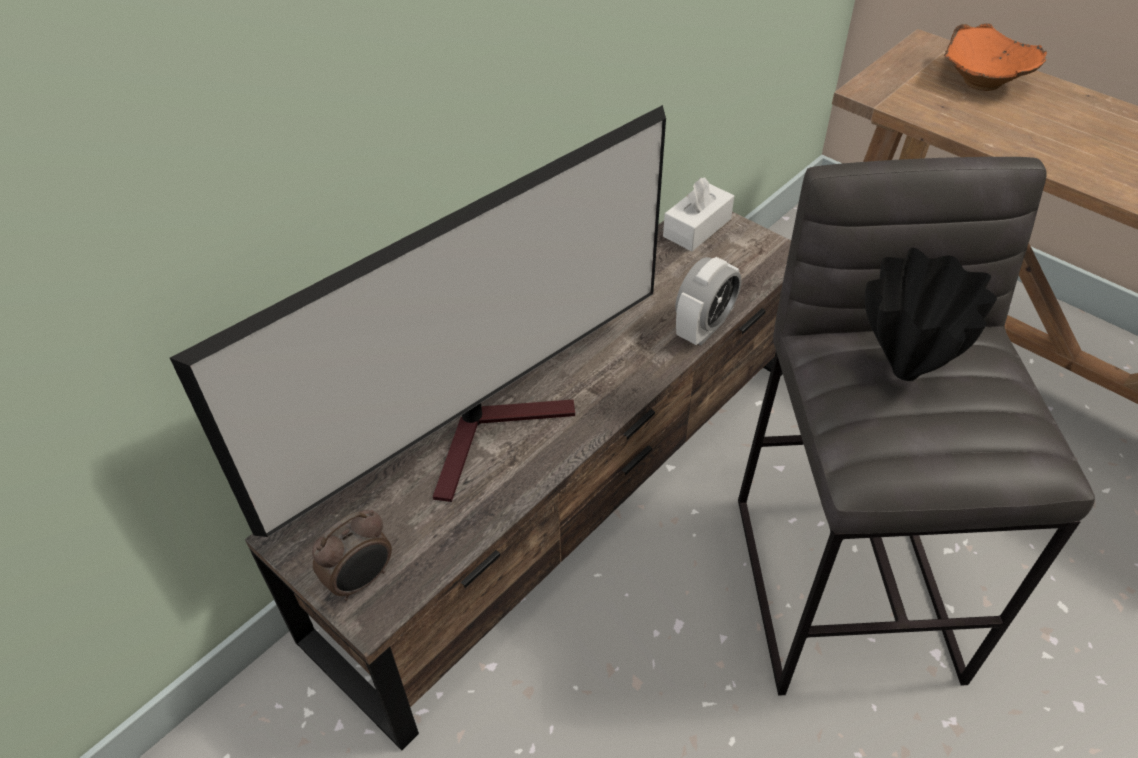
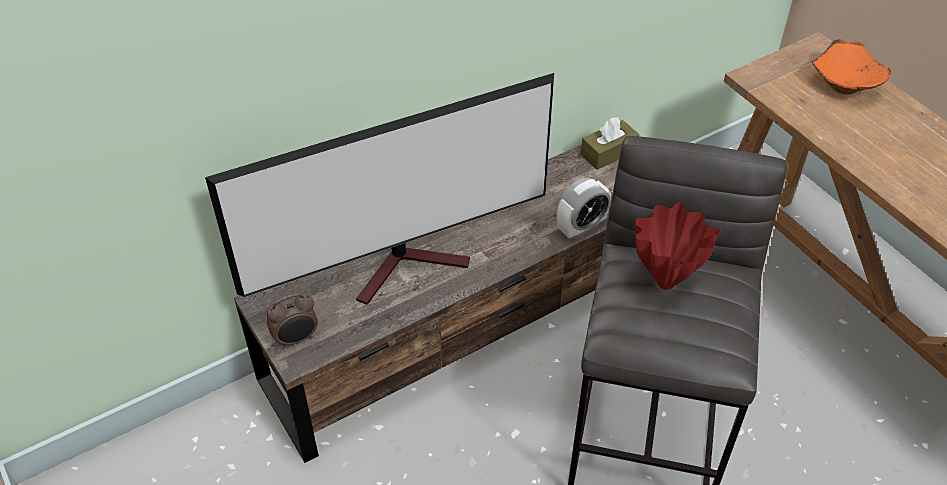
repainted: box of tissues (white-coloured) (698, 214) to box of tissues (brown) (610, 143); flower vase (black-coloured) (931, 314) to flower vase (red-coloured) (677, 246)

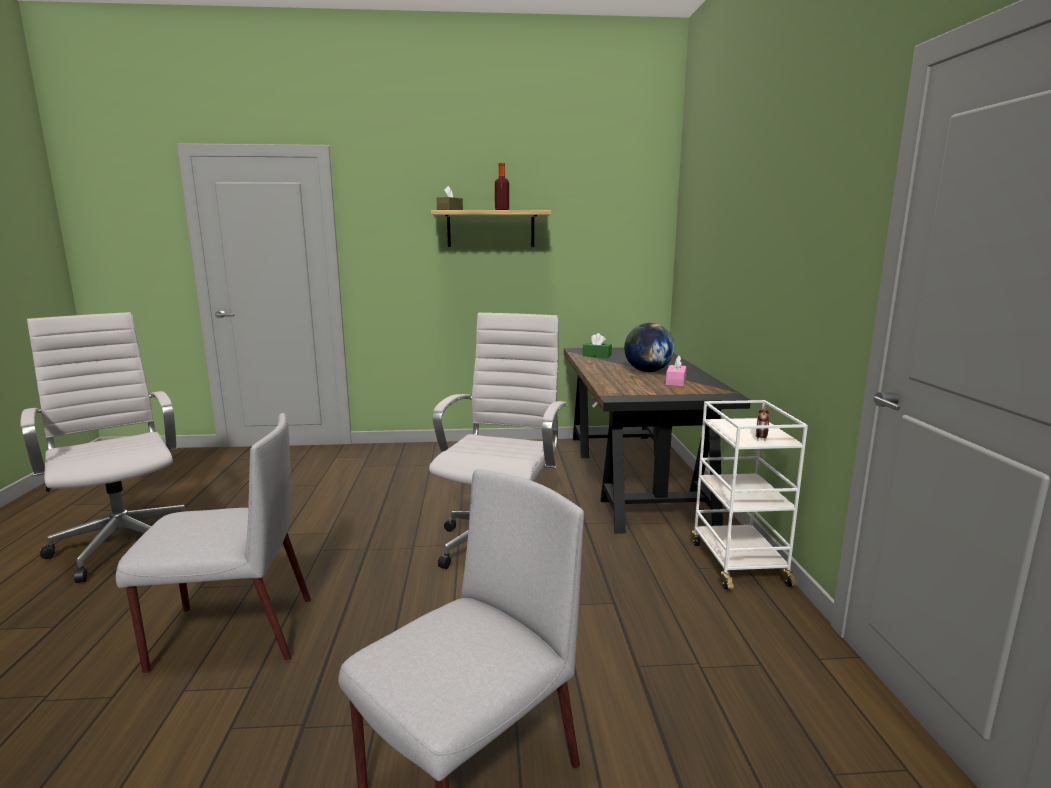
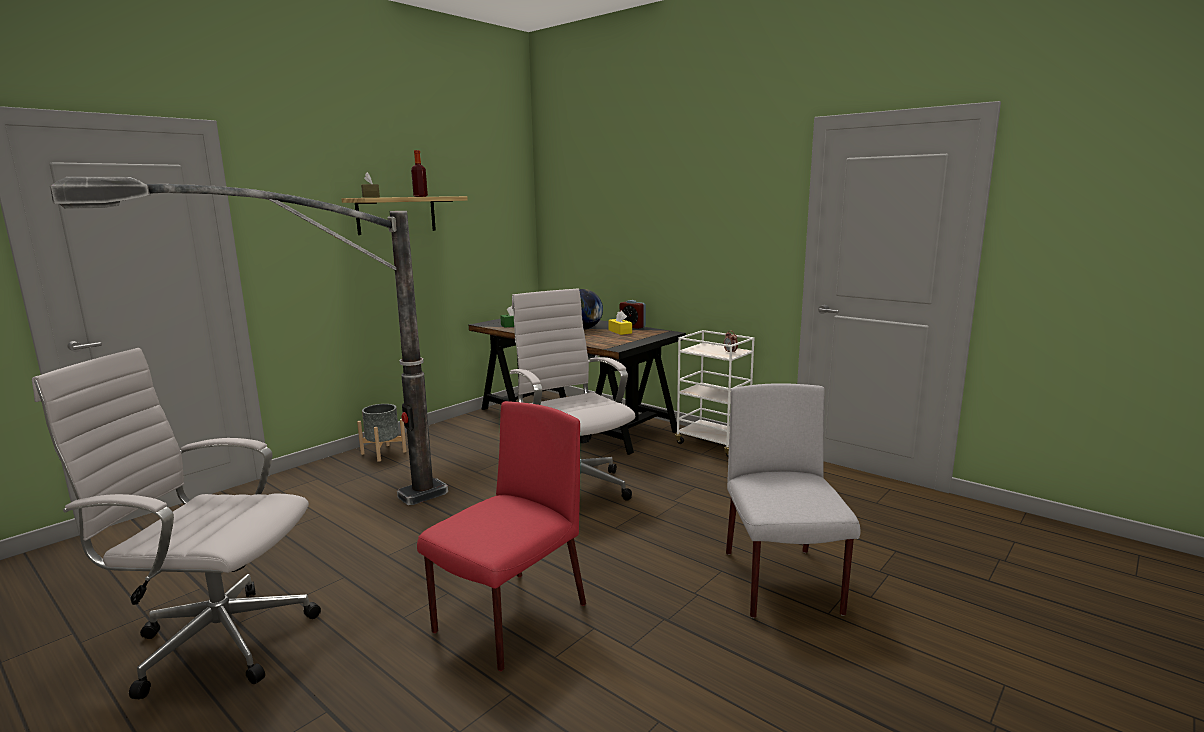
new: standing lamp (249, 341); alarm clock (633, 314); flower pot (gray) (382, 433)
repainted: box of tissues (pink) (676, 371) to box of tissues (yellow) (620, 323); chair (gray) (213, 543) to chair (red-coloured) (501, 536)

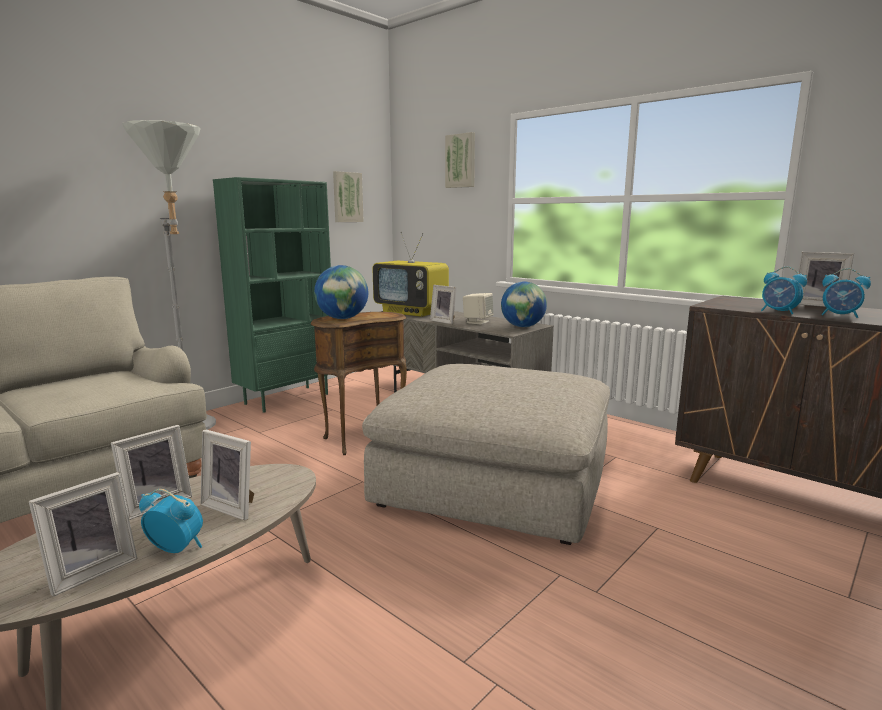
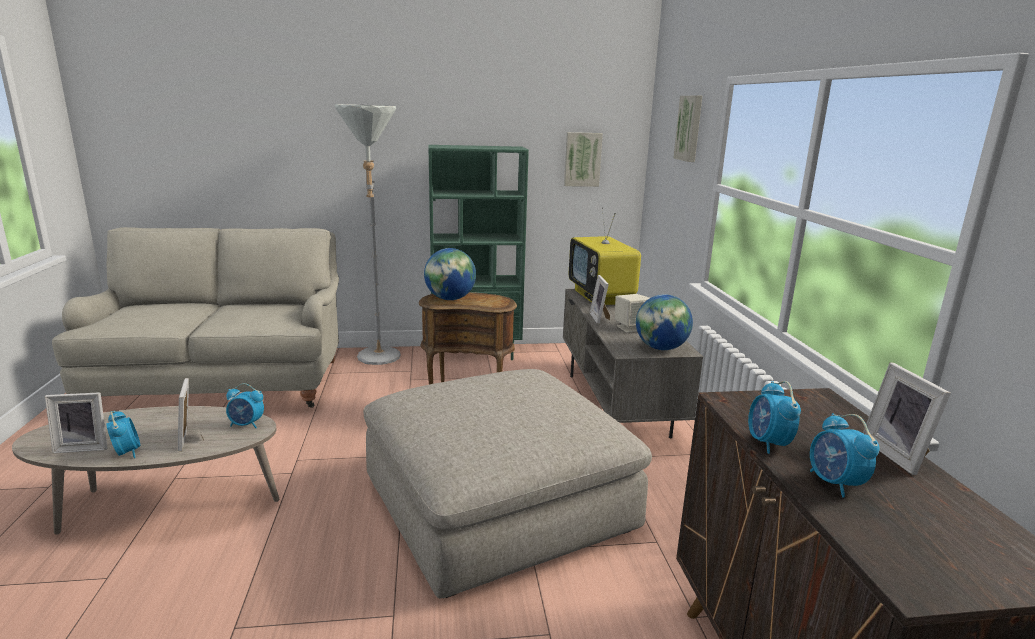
gone: picture frame (151, 472)
new: alarm clock (245, 405)

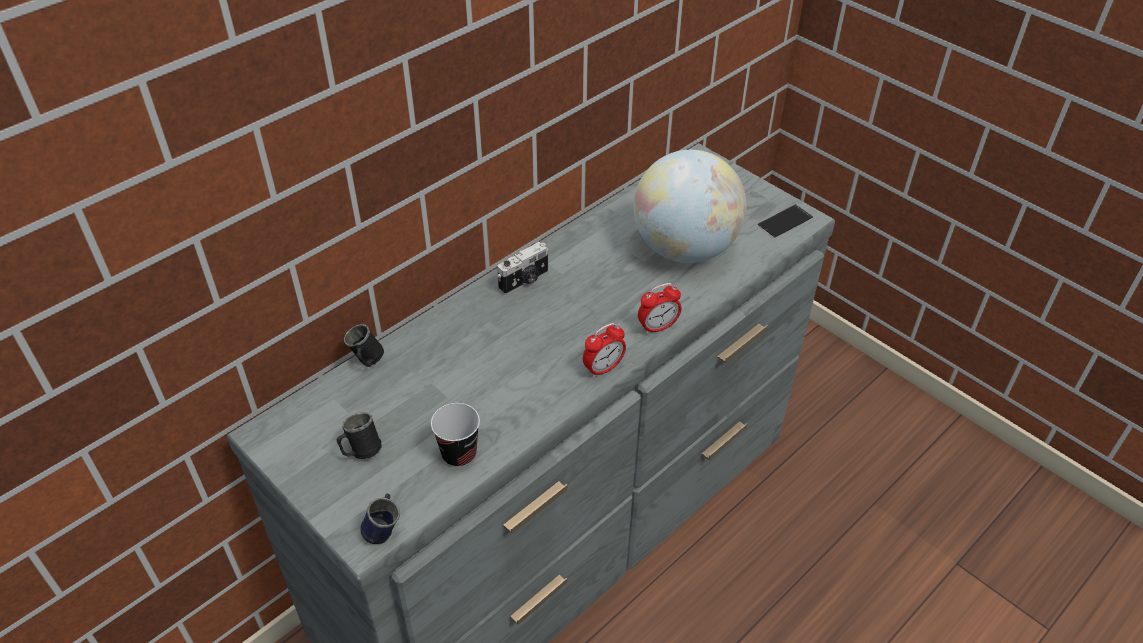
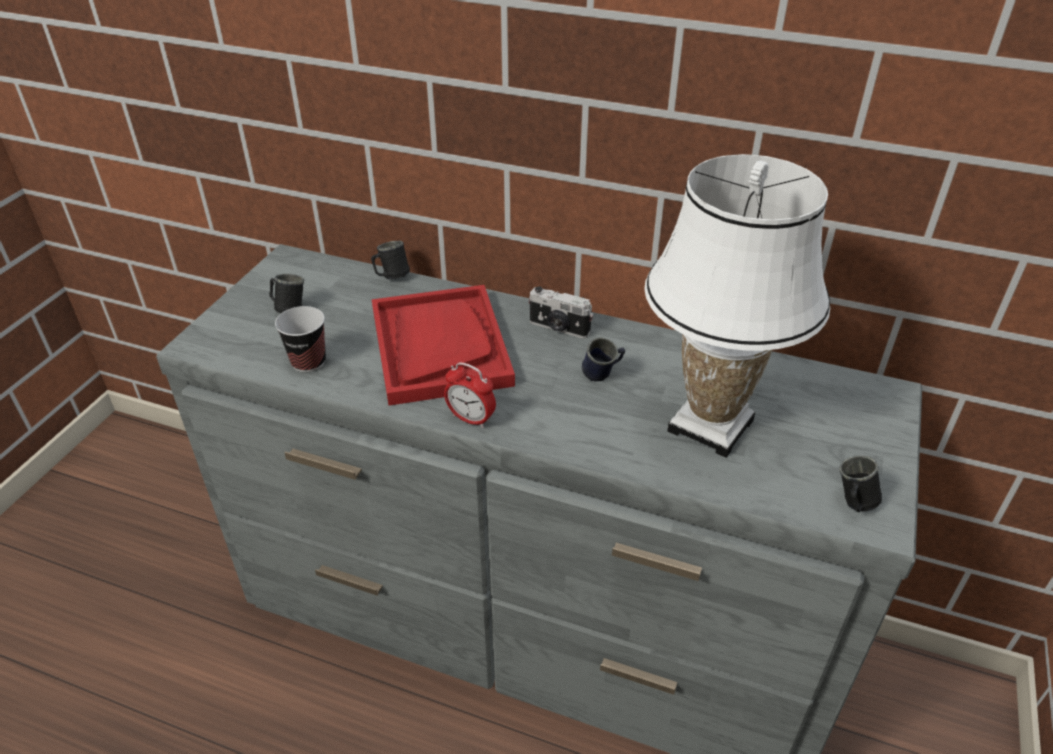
gone: alarm clock (659, 308)
new: carrying tray (red-coloured) (443, 345)
shifted: coffee mug (blue) (380, 519) to (603, 359)
swapped: desk globe (689, 206) to table lamp (white-coloured) (737, 306); telephone (785, 220) to coffee mug (black-coloured) (860, 483)

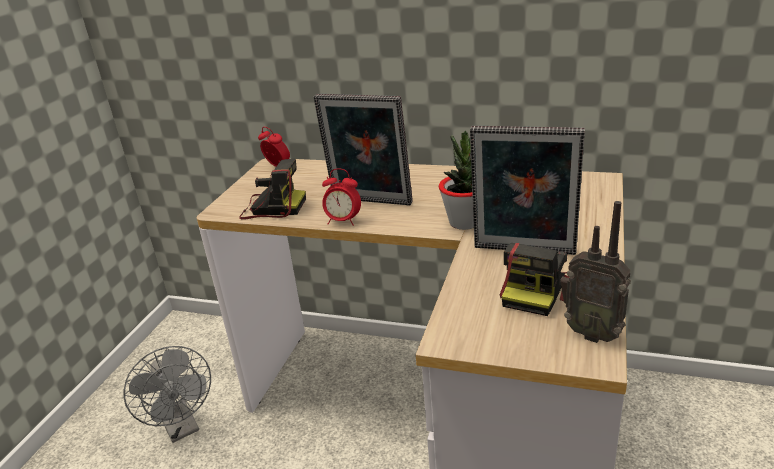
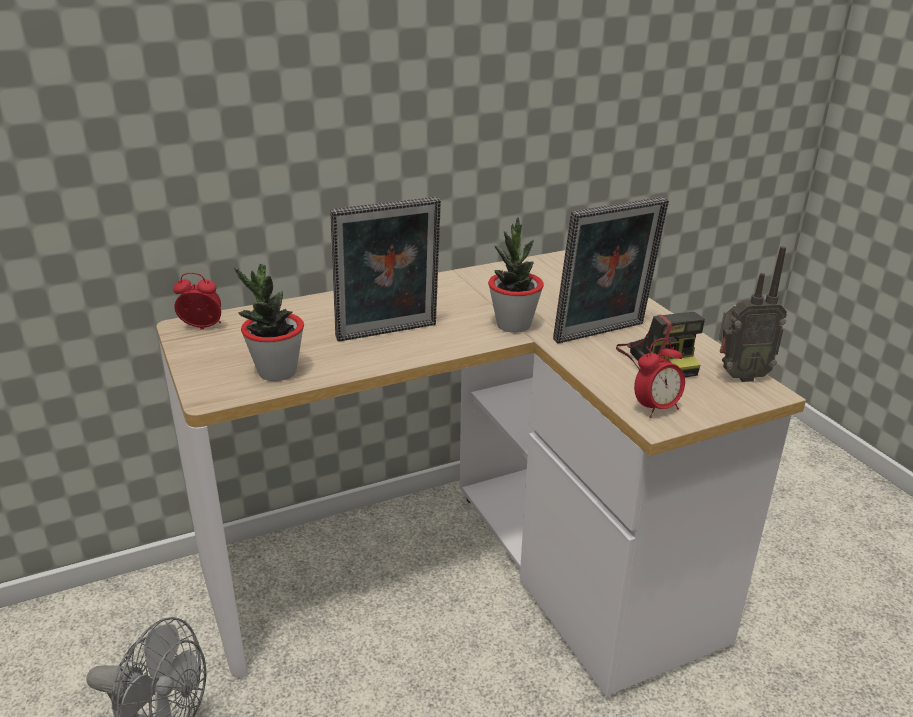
shifted: alarm clock (341, 197) to (659, 378)
swapped: photo camera (272, 189) to potted plant (269, 322)

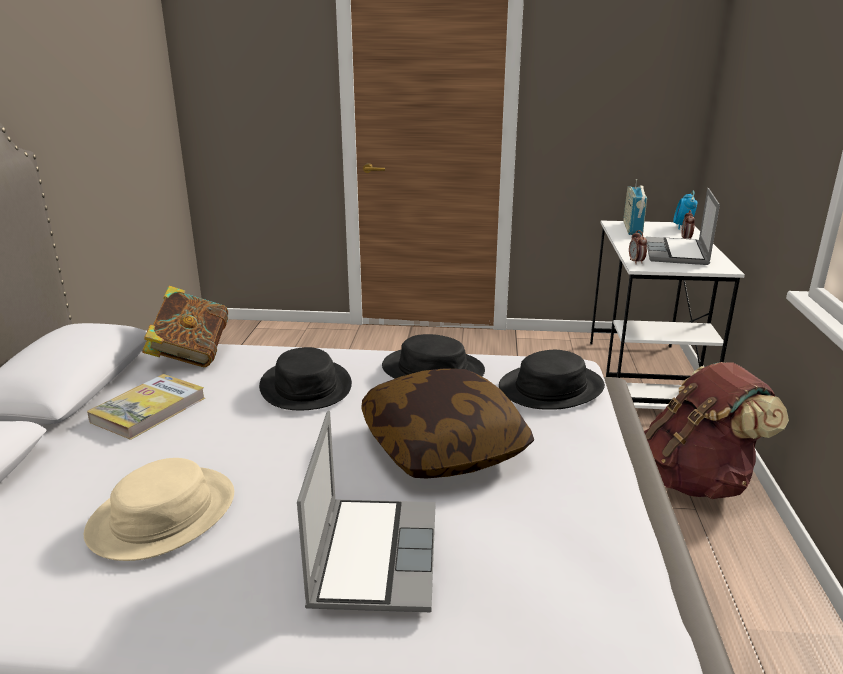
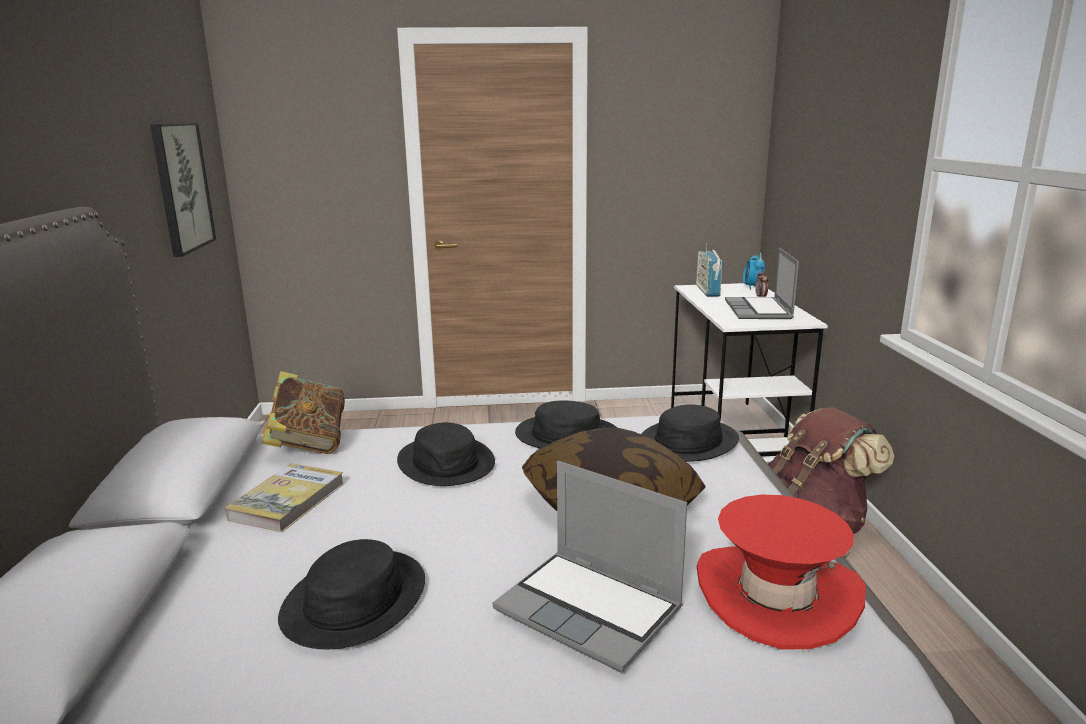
gone: alarm clock (638, 246)
new: wall picture (183, 190); hat (red-coloured) (781, 572)
repainted: hat (sand-coloured) (159, 509) to hat (black-coloured) (351, 594)
rotated: notebook computer (366, 511) = (590, 566) 135 degrees clockwise

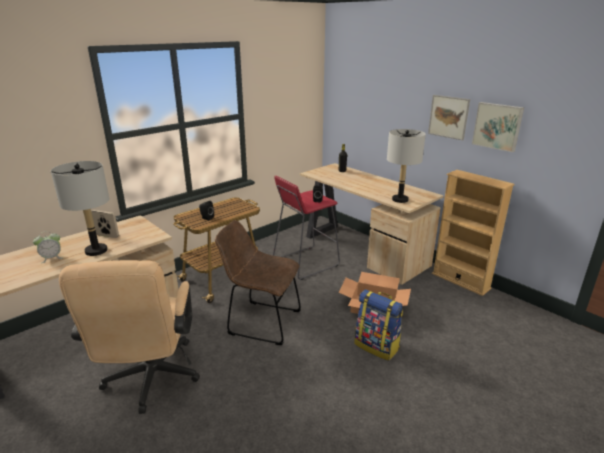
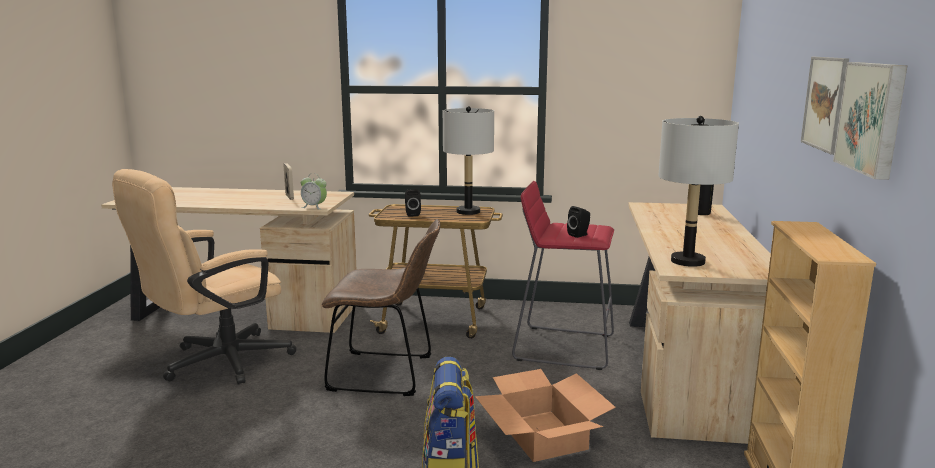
shifted: table lamp (gray) (80, 208) to (468, 160); alarm clock (48, 247) to (314, 191)
rotated: chair (brown) (258, 282) = (381, 307) 120 degrees clockwise

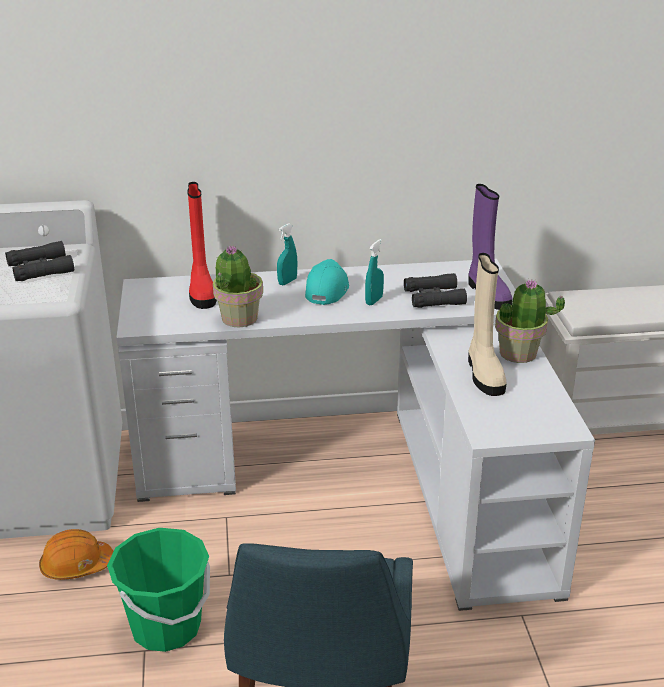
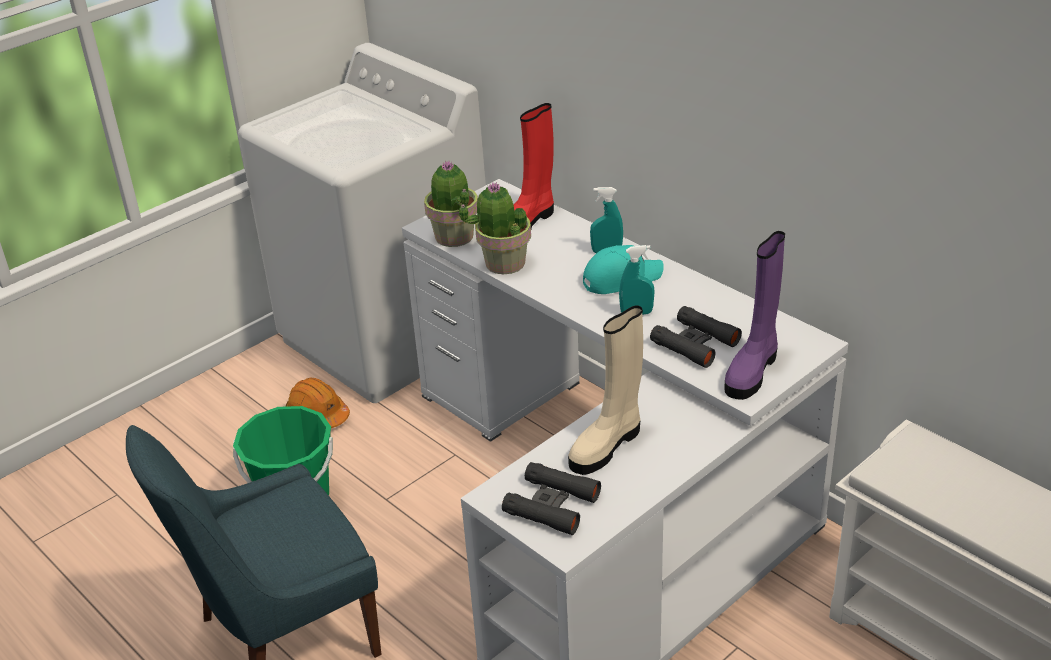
shifted: field glasses (black-coloured) (39, 261) to (551, 498); potted plant (530, 321) to (451, 203)

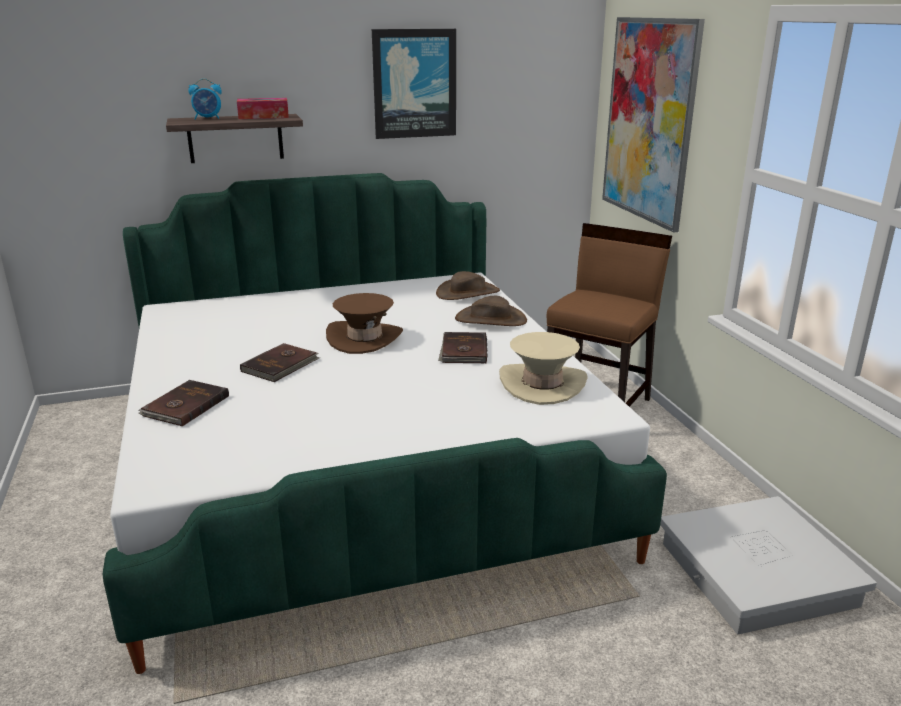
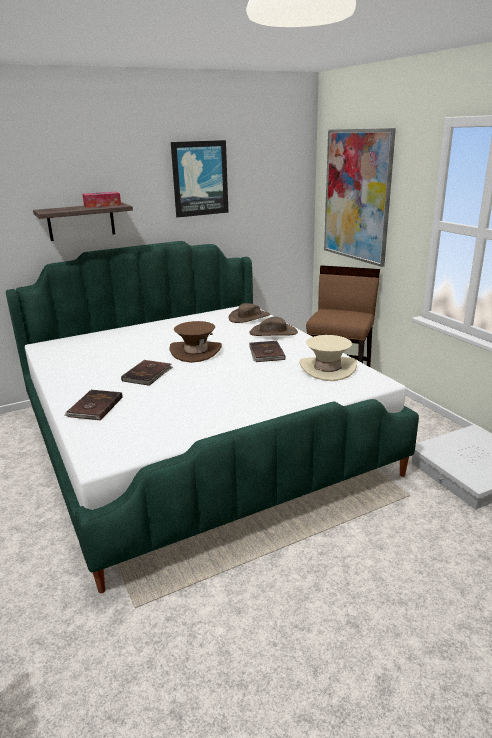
gone: alarm clock (205, 99)

